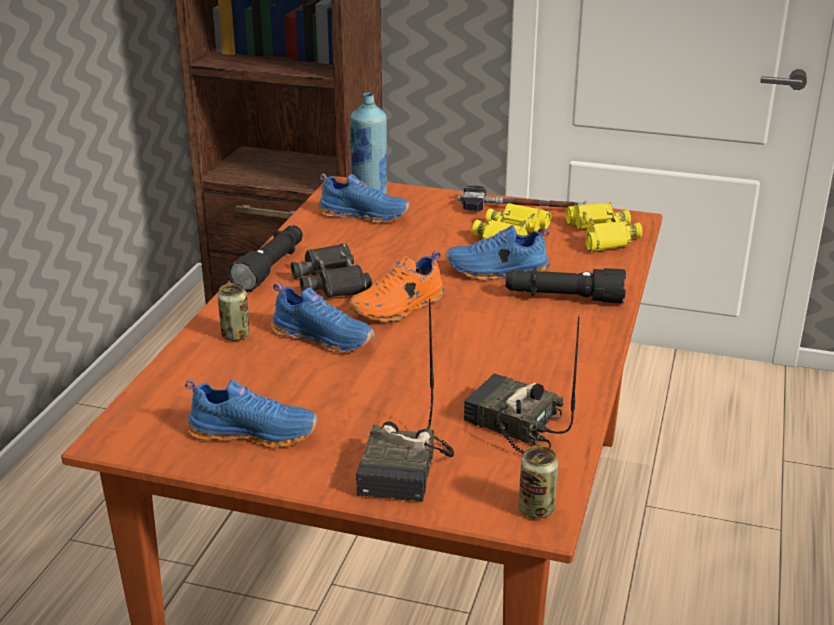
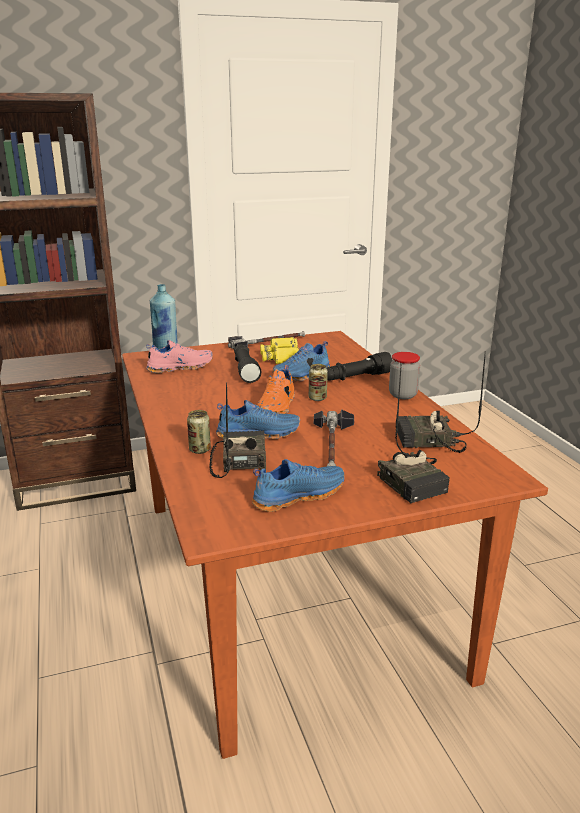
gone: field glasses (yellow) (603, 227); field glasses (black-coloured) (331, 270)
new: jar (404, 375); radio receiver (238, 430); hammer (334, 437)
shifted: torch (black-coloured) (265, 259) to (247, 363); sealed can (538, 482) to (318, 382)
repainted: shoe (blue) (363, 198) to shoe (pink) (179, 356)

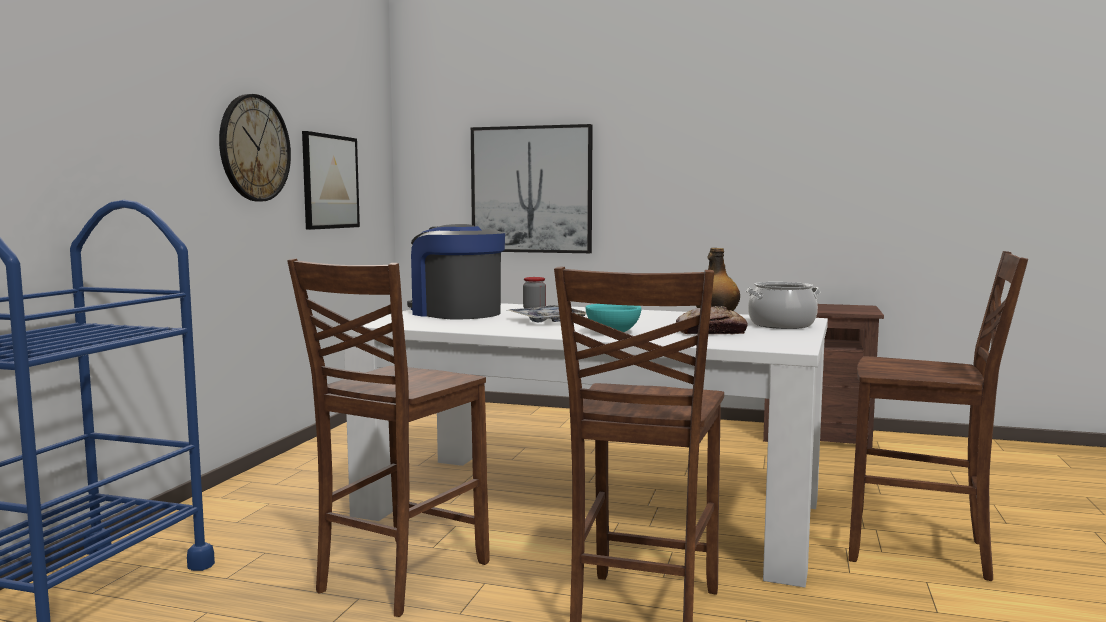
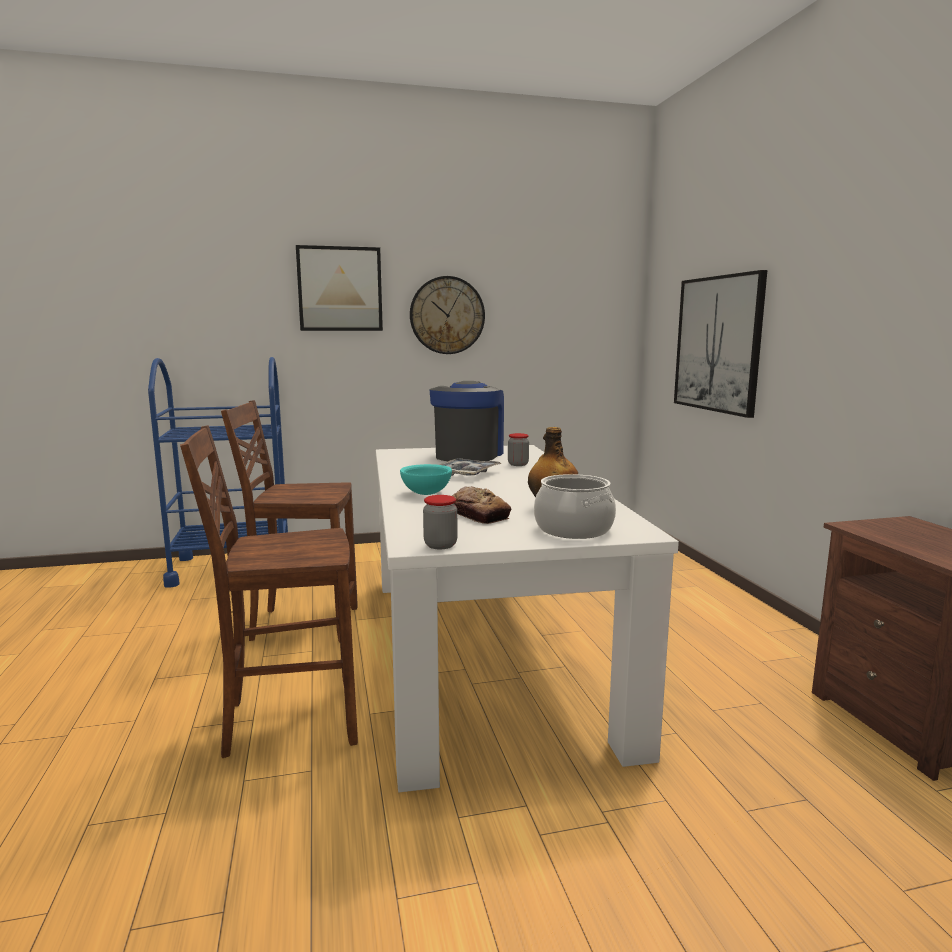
gone: chair (brown) (938, 416)
new: jar (440, 522)
shifted: wall picture (331, 180) to (339, 288)

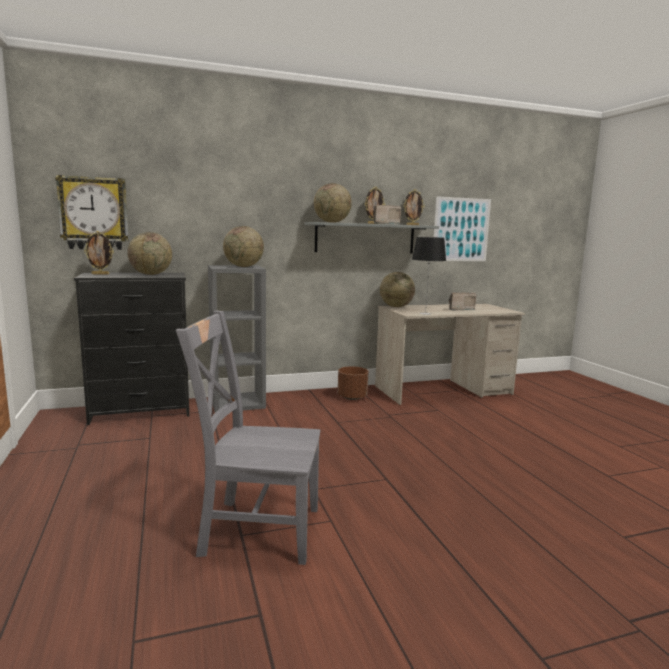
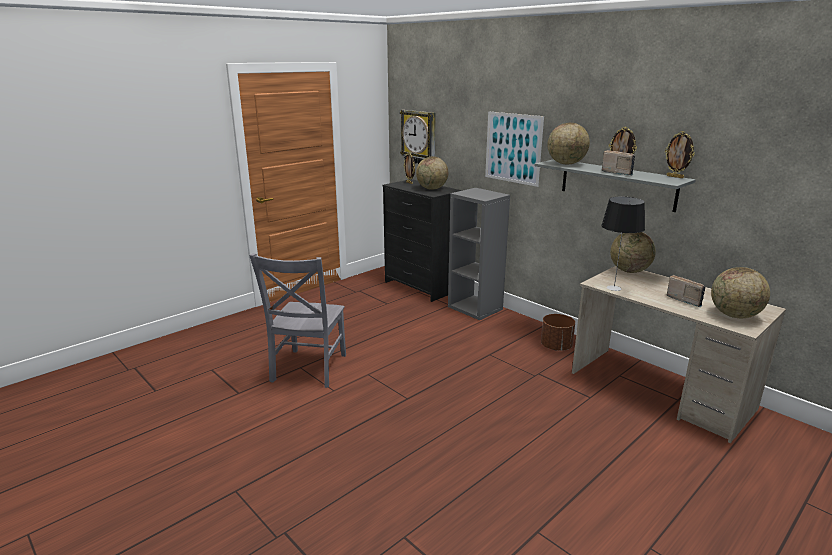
shifted: wall picture (462, 228) to (514, 149); desk globe (243, 246) to (740, 292)
rotated: chair (gray) (248, 438) = (297, 320) 150 degrees counterclockwise

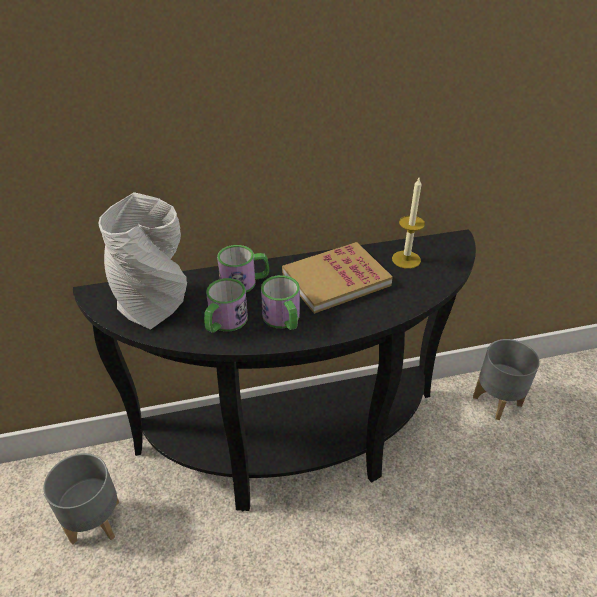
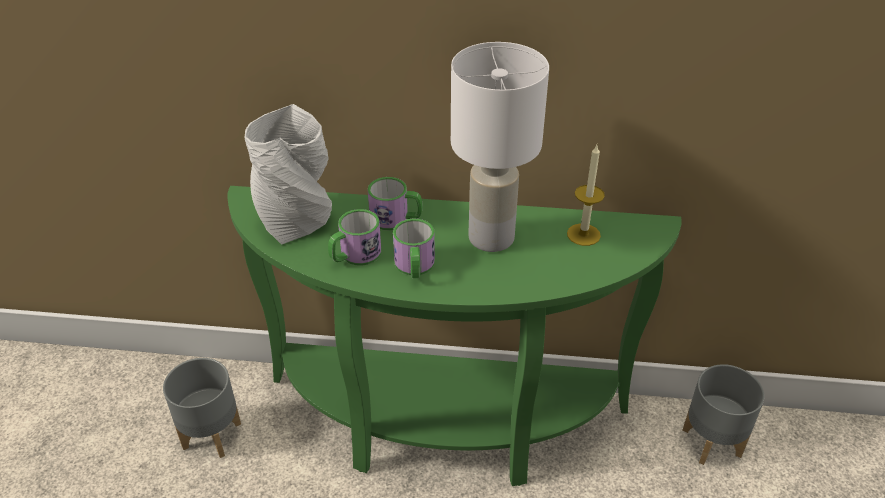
swapped: book (337, 278) to table lamp (white-coloured) (500, 147)
repainted: hall table (black-coloured) (274, 370) to hall table (greenish) (455, 336)

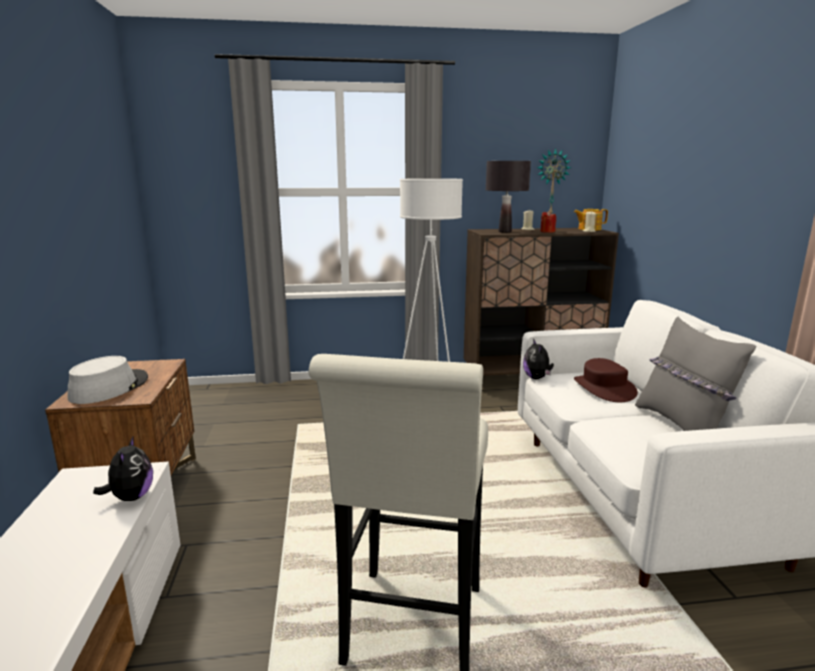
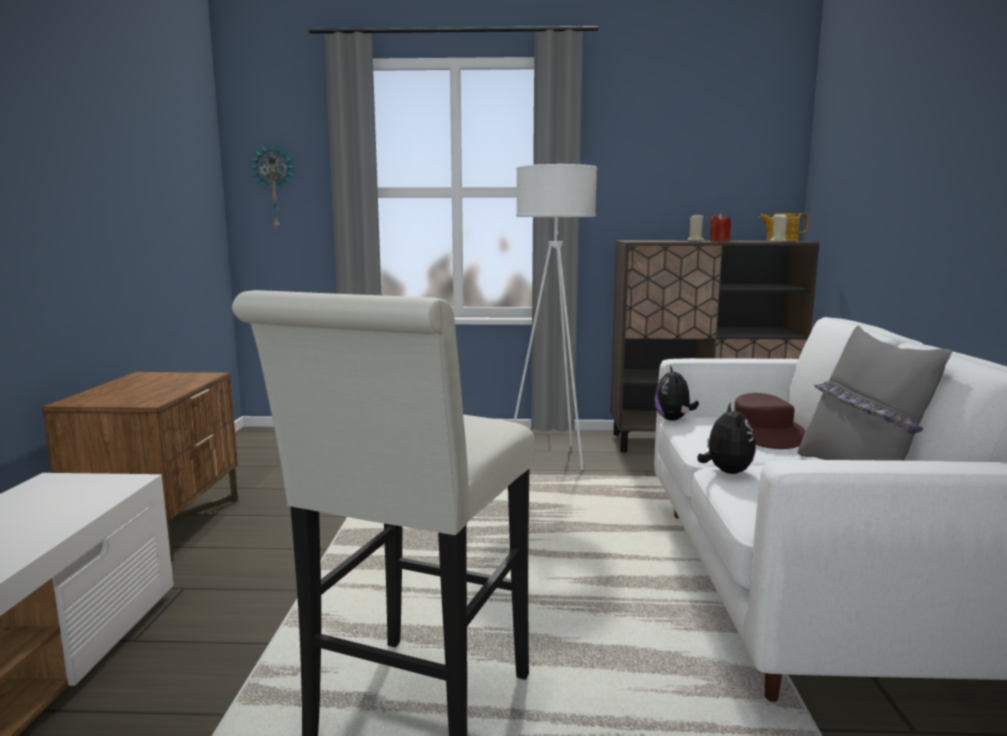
gone: table lamp (black-coloured) (508, 197); hat (gray) (108, 380)
shifted: hanging clock (554, 181) to (273, 186); soft toy (123, 468) to (726, 438)

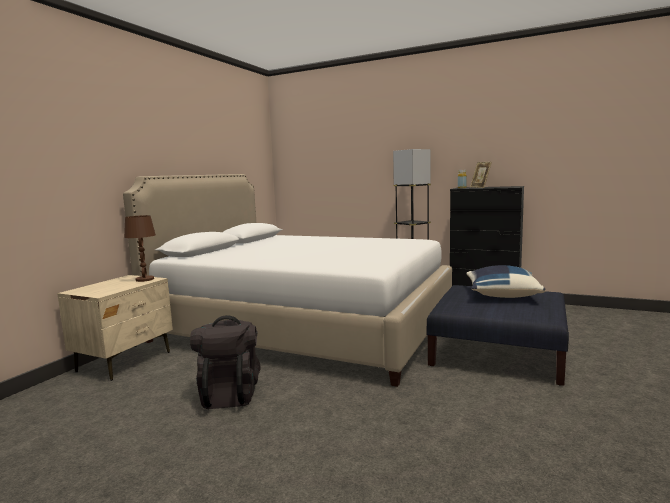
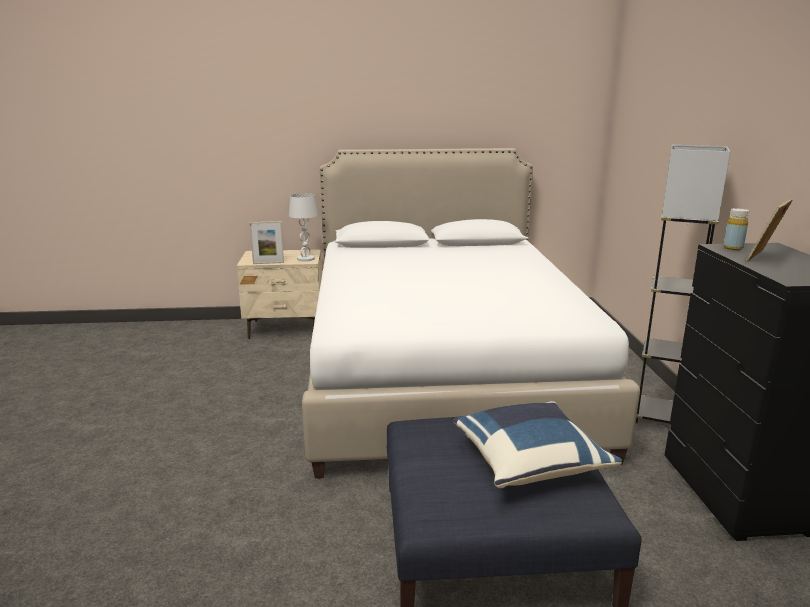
gone: backpack (black-coloured) (225, 362)
new: picture frame (267, 242)
repainted: table lamp (brown) (140, 248) to table lamp (white-coloured) (303, 227)

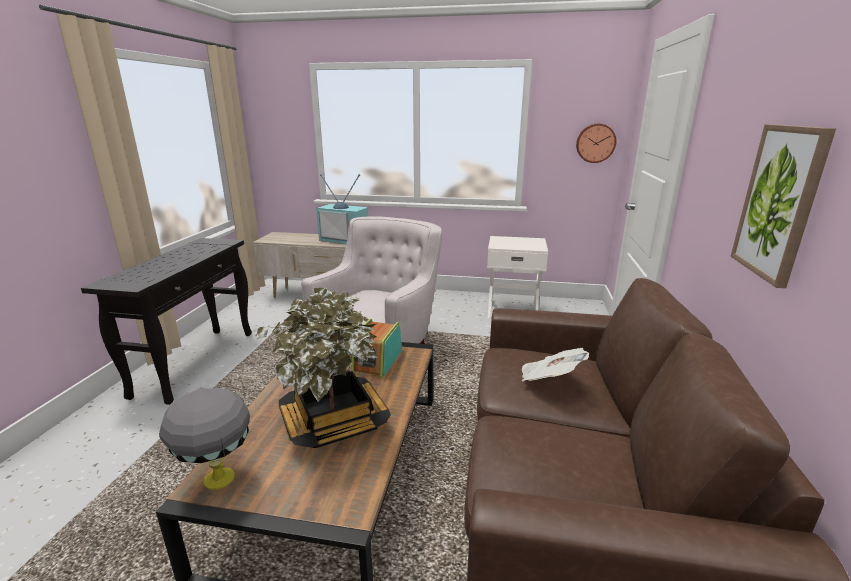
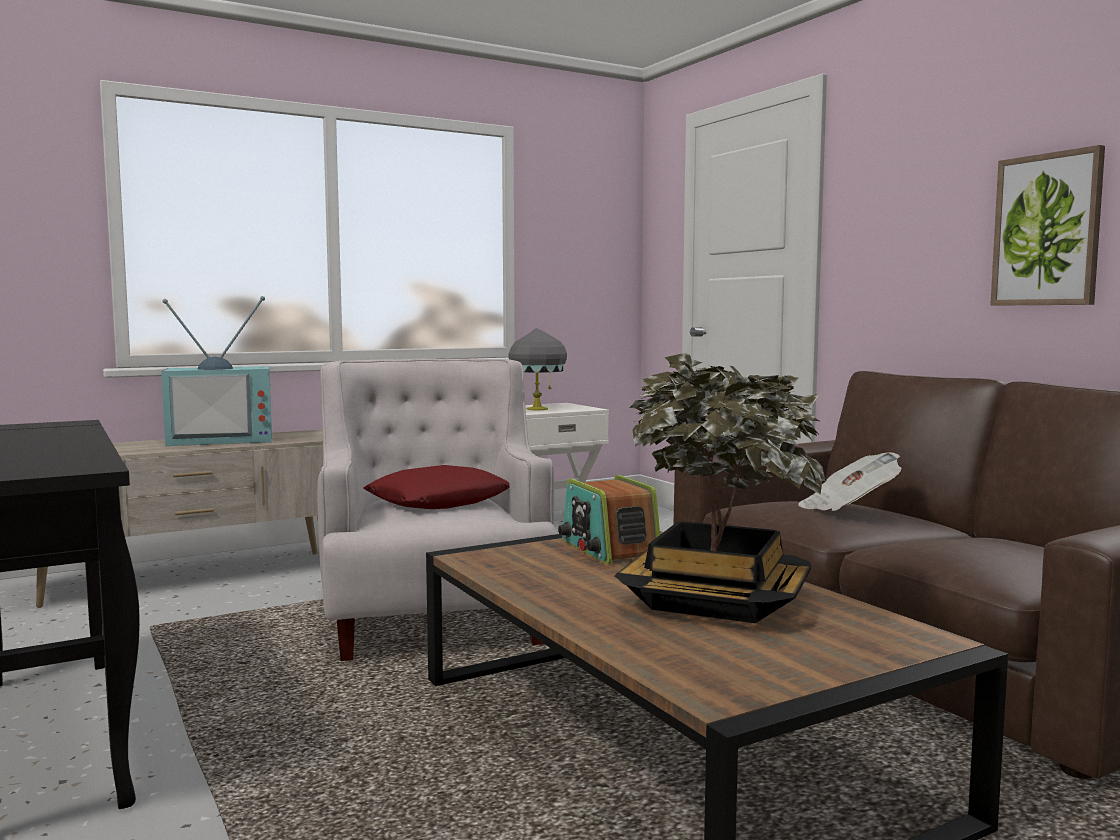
gone: hanging clock (596, 143)
new: pillow (red-coloured) (436, 487)
shifted: table lamp (gray) (204, 438) to (537, 369)

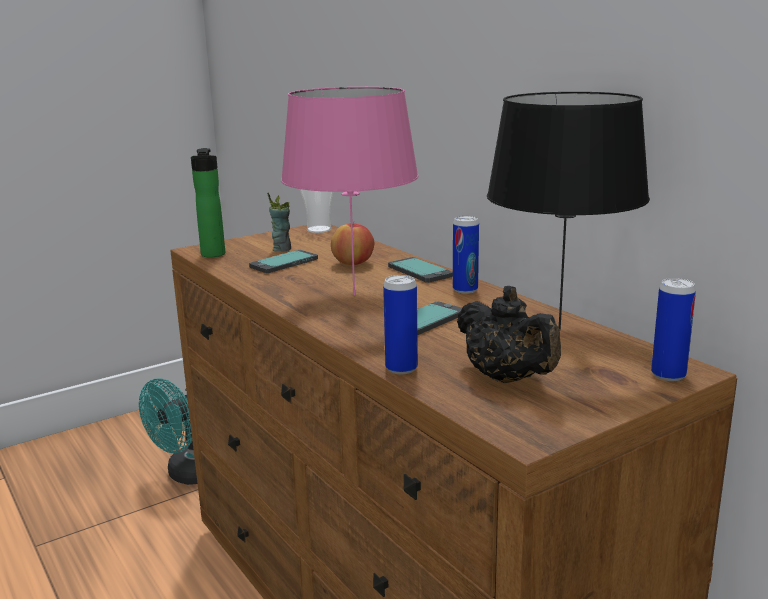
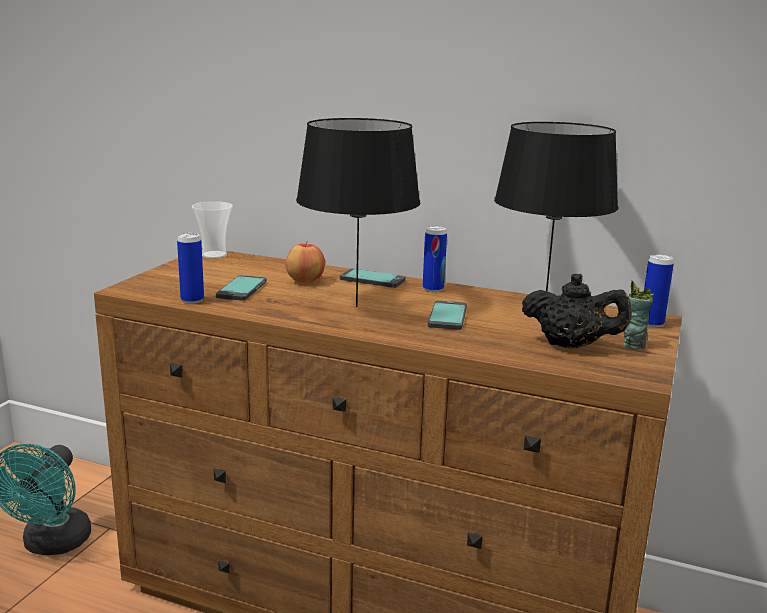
gone: bottle (208, 202)
shifted: small cup (279, 222) to (638, 315); sealed can (400, 324) to (190, 268)
repainted: table lamp (pink) (350, 191) to table lamp (black-coloured) (358, 212)

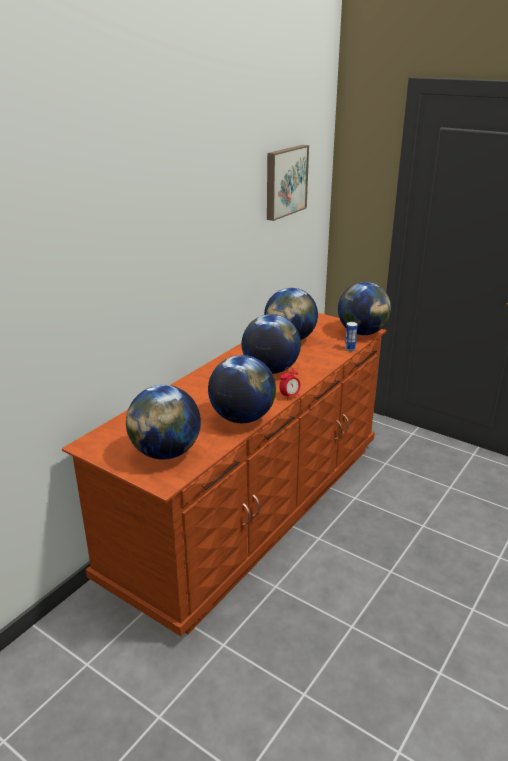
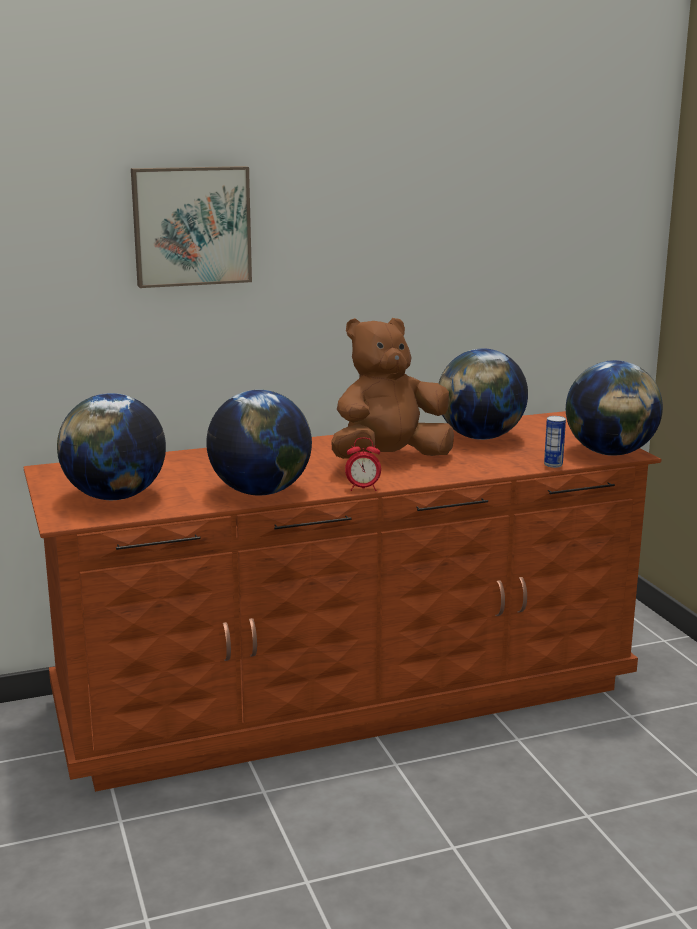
shifted: wall picture (288, 183) to (191, 227)
swapped: desk globe (271, 344) to soft toy (brown) (392, 388)

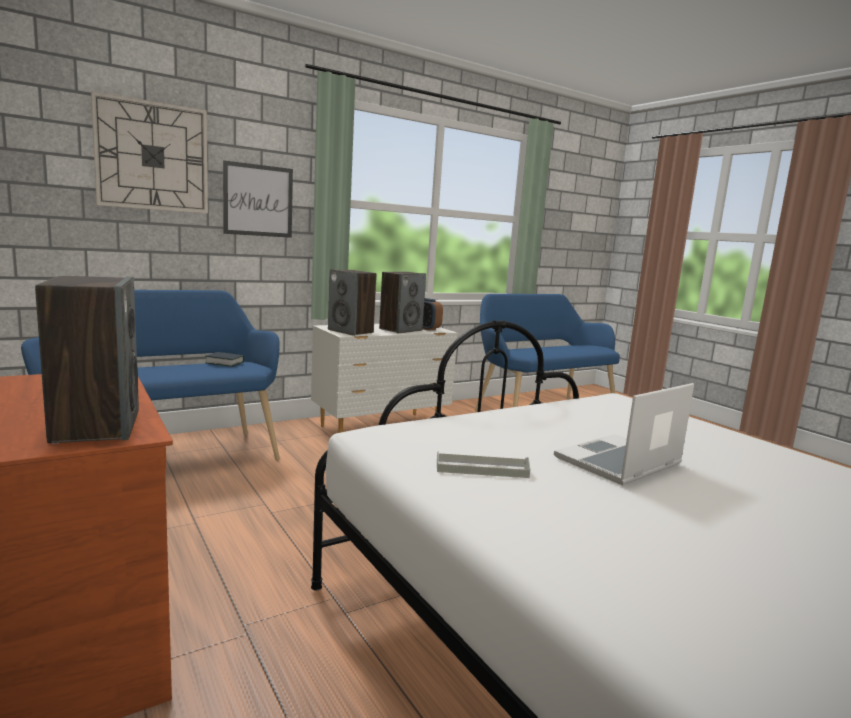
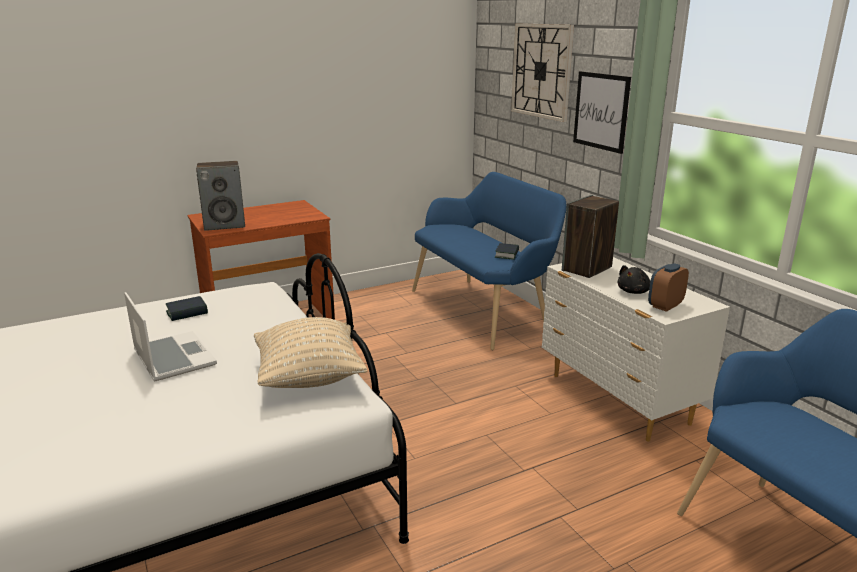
new: pillow (sand-coloured) (310, 352)
swapped: loudspeaker (402, 302) to soft toy (black-coloured) (633, 279); carrying tray (gray) (483, 464) to book (187, 308)

